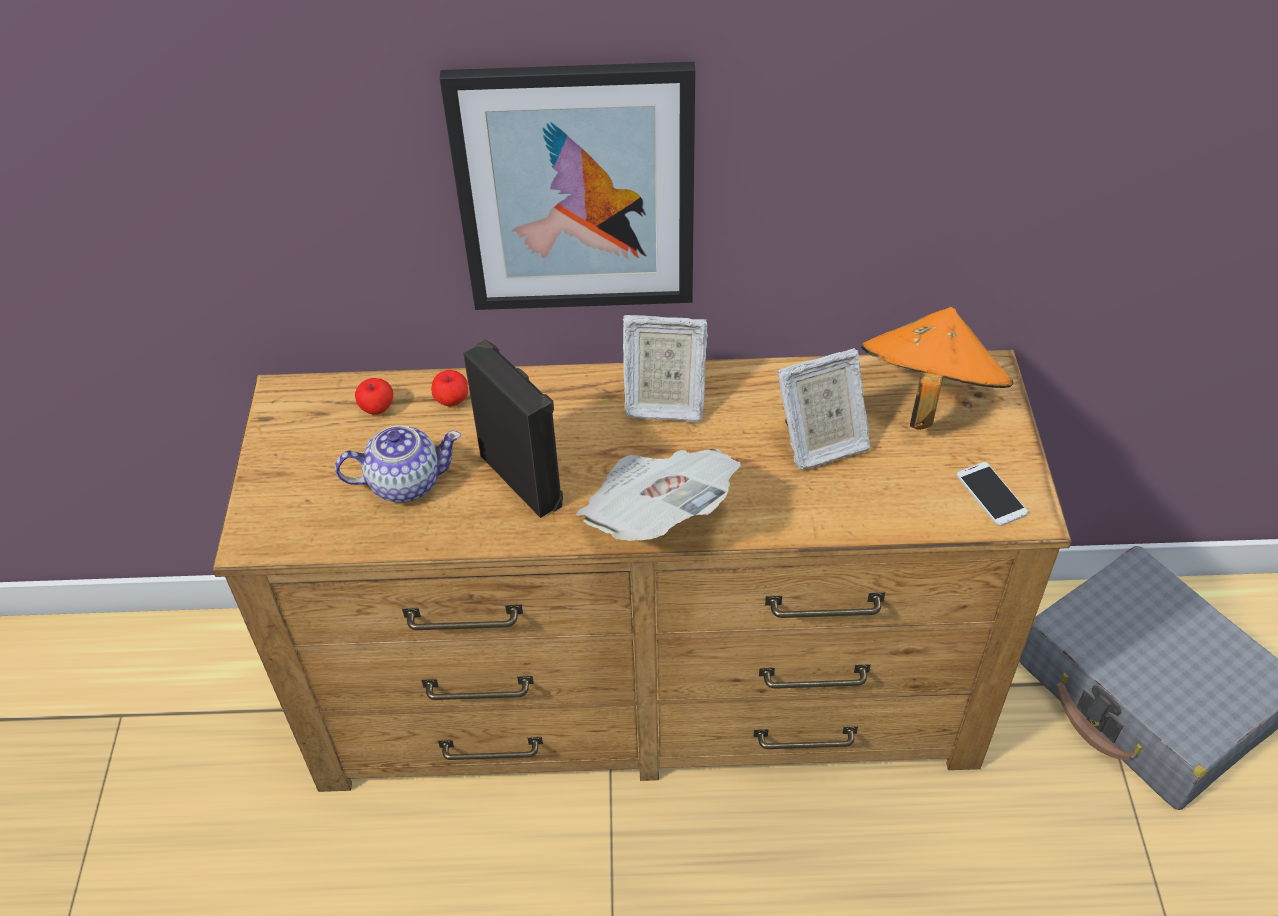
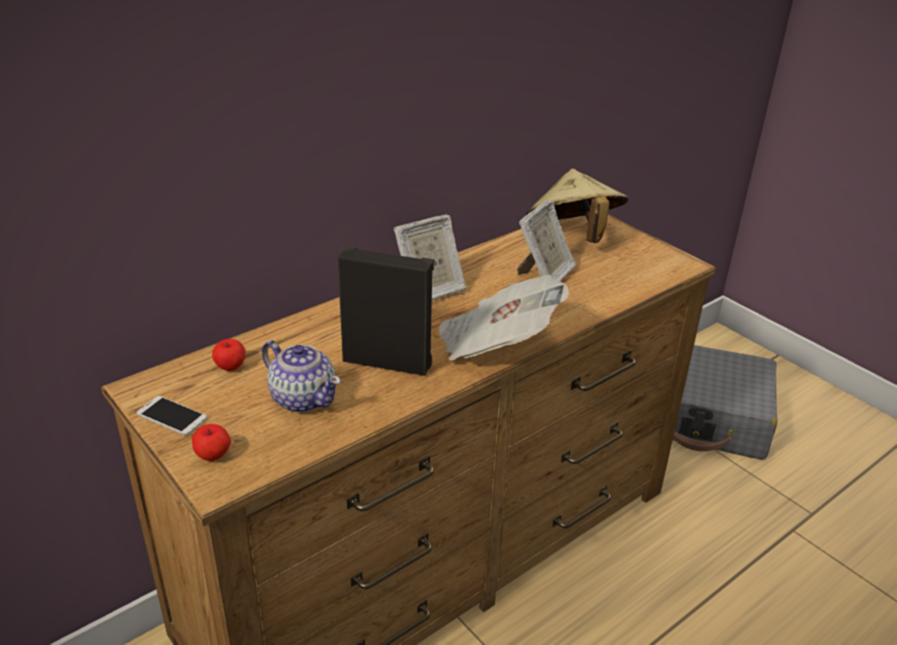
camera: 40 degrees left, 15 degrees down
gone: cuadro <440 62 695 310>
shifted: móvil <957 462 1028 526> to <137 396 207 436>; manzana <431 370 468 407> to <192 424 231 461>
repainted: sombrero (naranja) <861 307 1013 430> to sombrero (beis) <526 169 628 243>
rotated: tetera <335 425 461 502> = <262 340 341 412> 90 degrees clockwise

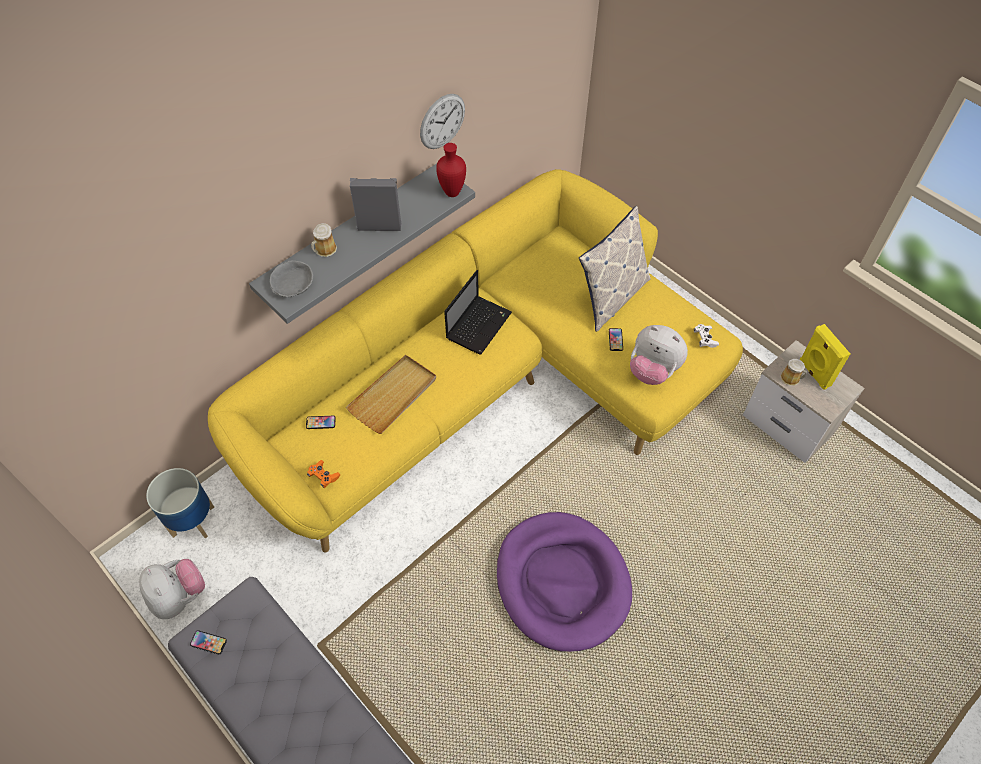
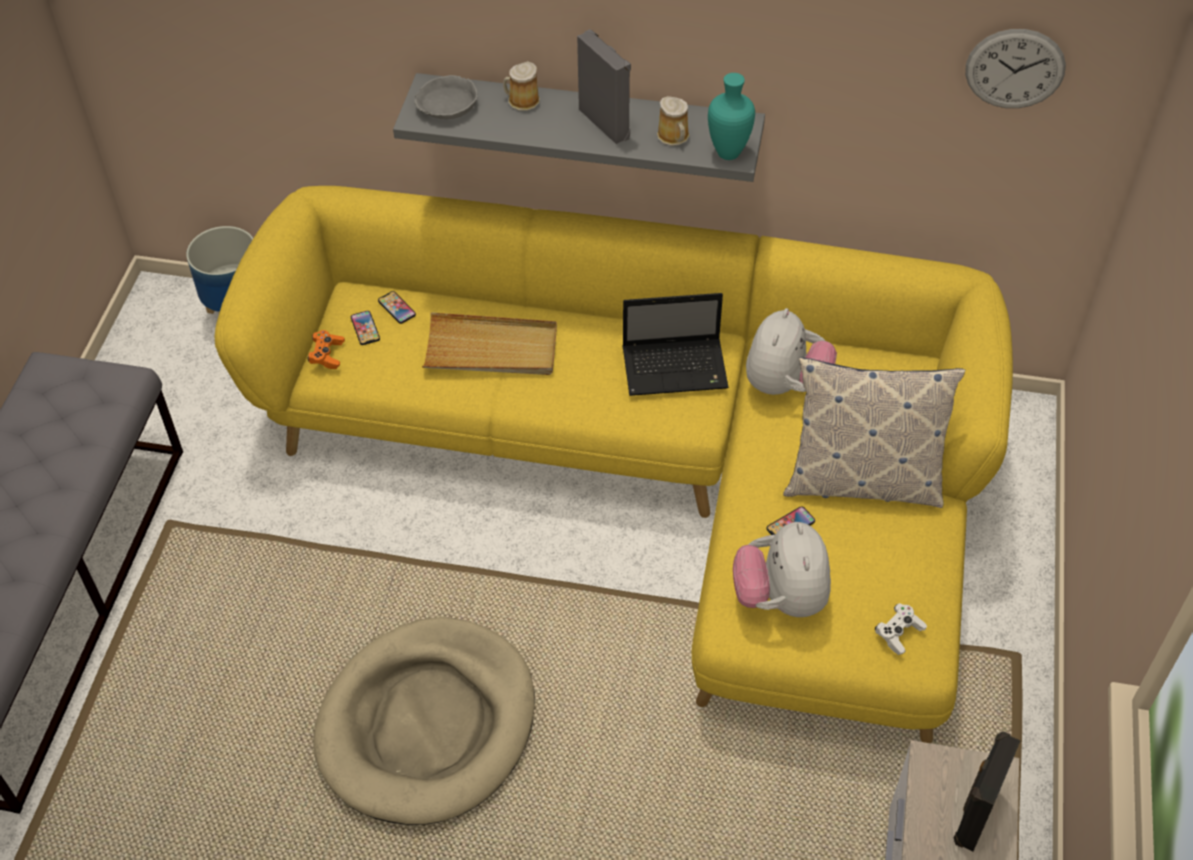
camera: 55 degrees right, 5 degrees down
shifted: móvil <190 630 227 654> to <351 311 380 345>; taza grande <780 359 807 386> to <657 96 690 146>; peluche <139 559 205 619> to <746 308 837 395>; reloj de pared <420 94 465 149> to <965 29 1066 108>
repainted: cama para perro (morado) <497 512 632 652> to cama para perro (beis) <314 617 535 825>; florero (rojo) <436 143 466 197> to florero (turquesa) <708 73 755 160>; altavoz (amarillo) <800 324 850 390> to altavoz (negro) <954 731 1021 851>

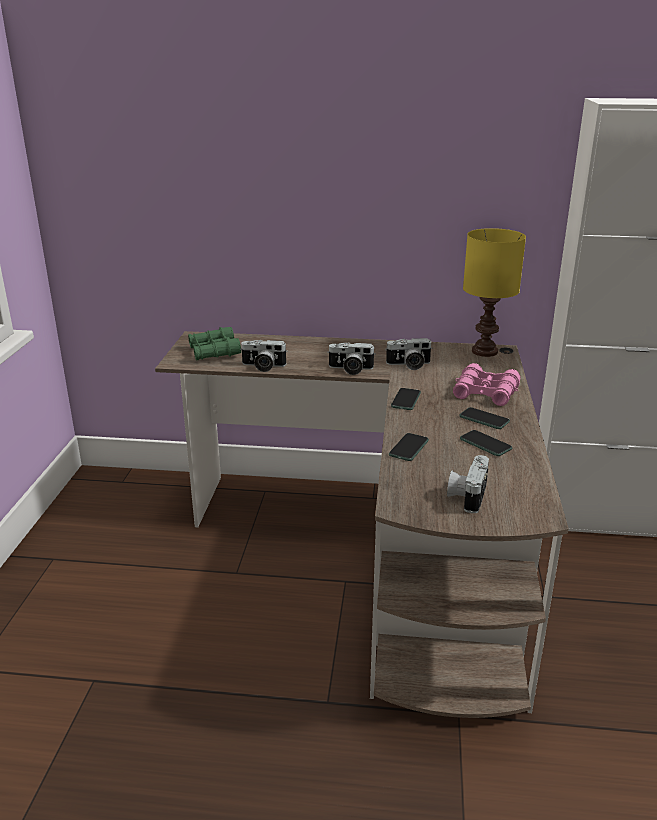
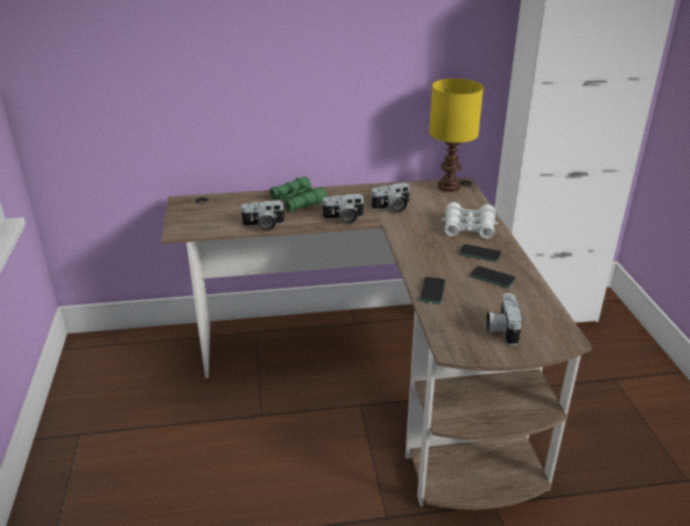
camera: 15 degrees left, 5 degrees up
gone: móvil <391 388 421 410>
shifted: prismáticos (verde) <188 327 241 361> to <270 177 327 212>
repainted: prismáticos (rosa) <453 363 521 406> to prismáticos (blanco) <442 202 498 239>

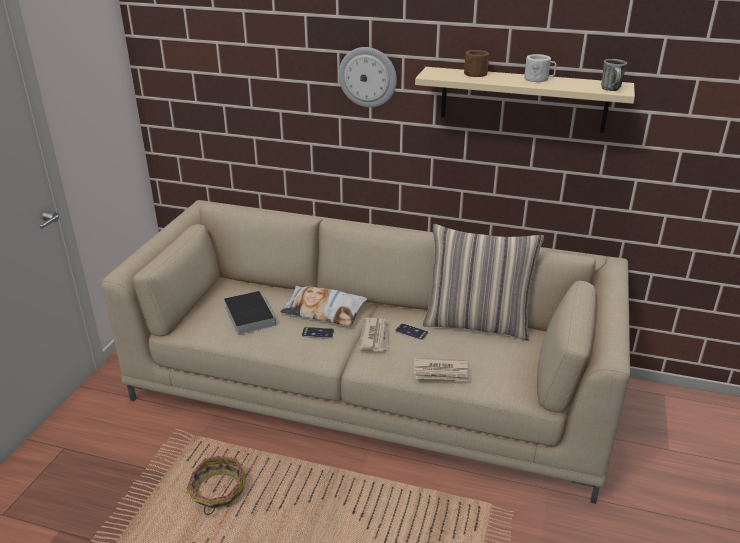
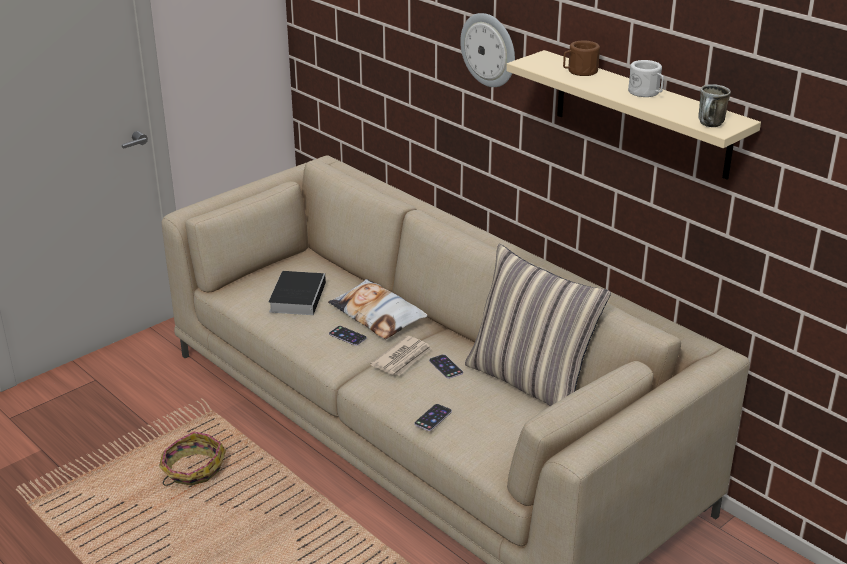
camera: 30 degrees right, 0 degrees up
swapped: periódico <414 358 471 381> to móvil <414 404 452 431>

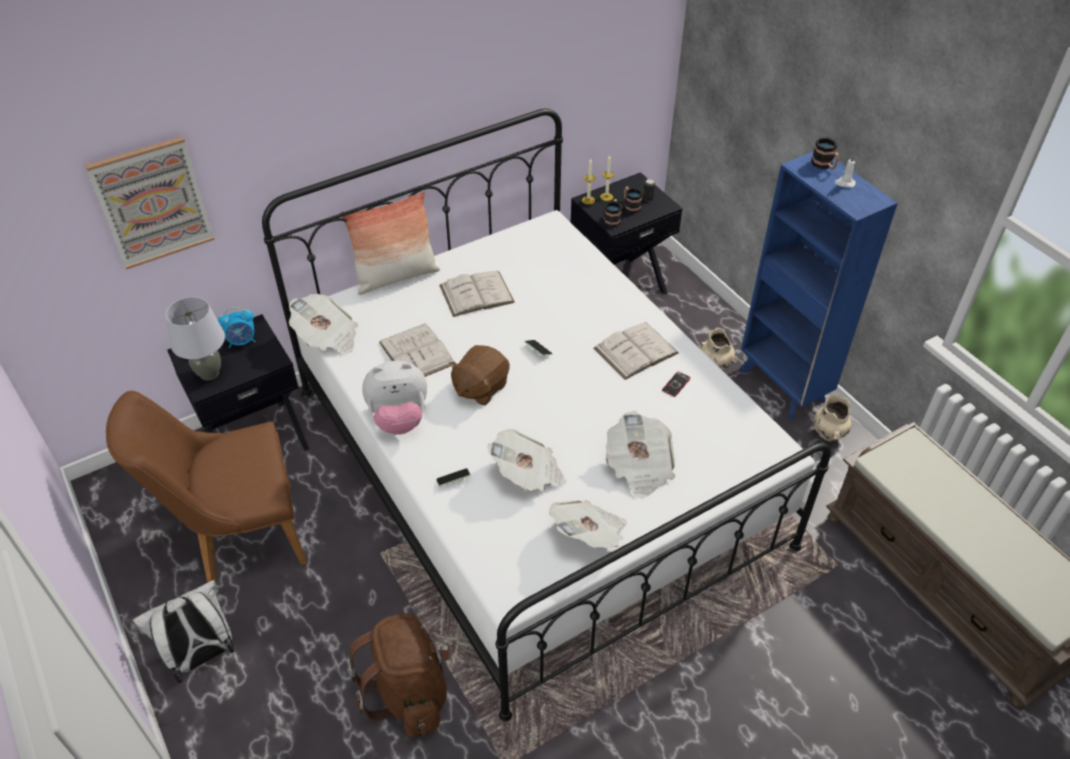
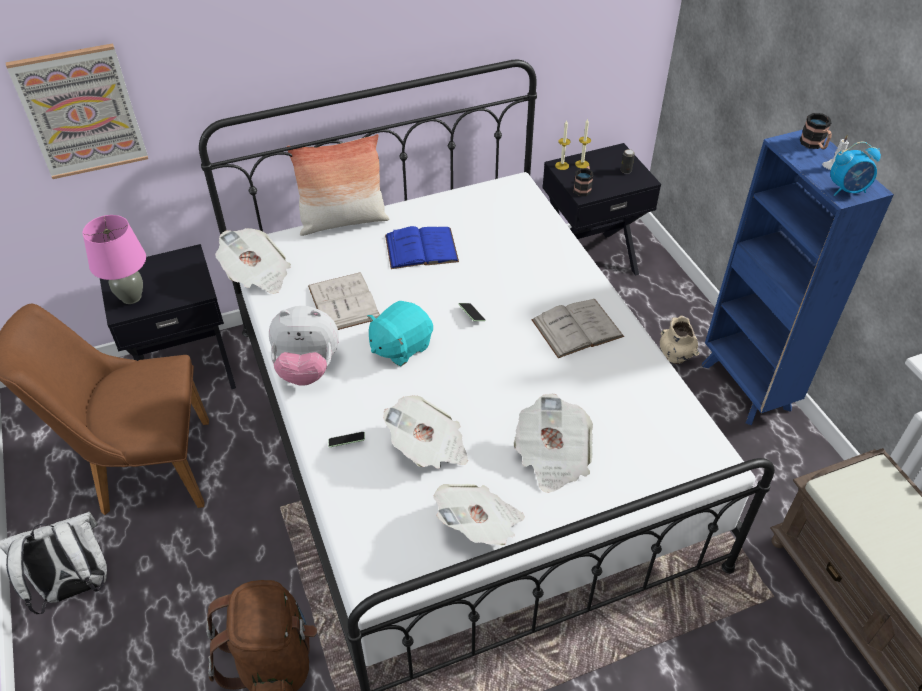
camera: 10 degrees right, 0 degrees up
gone: taza grande <624 186 643 214>; móvil <662 371 691 397>; florero (beis) <813 394 852 442>
shifted: despertador <218 307 256 348> to <830 142 881 196>
repainted: lámpara de mesa (gris) <166 297 225 380> to lámpara de mesa (rosa) <83 215 146 304>; peluche (marrón) <449 345 510 405> to peluche (turquesa) <367 301 433 366>; libro (blanco) <439 271 515 317> to libro (azul) <385 226 459 269>

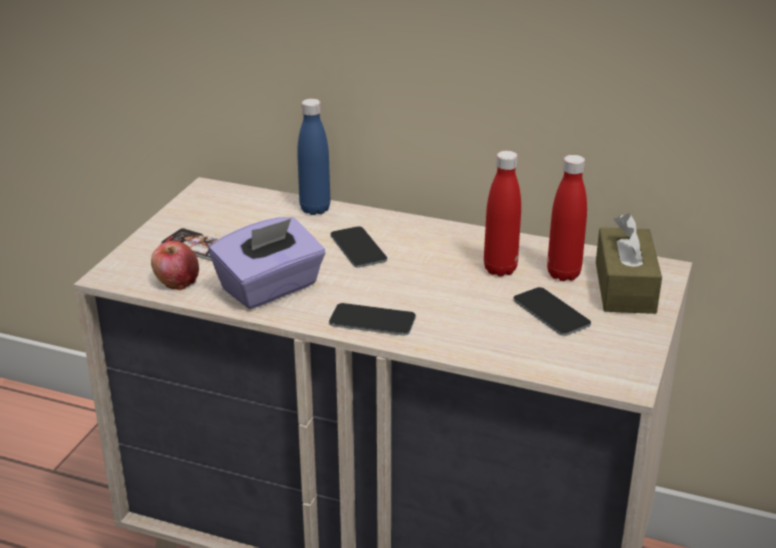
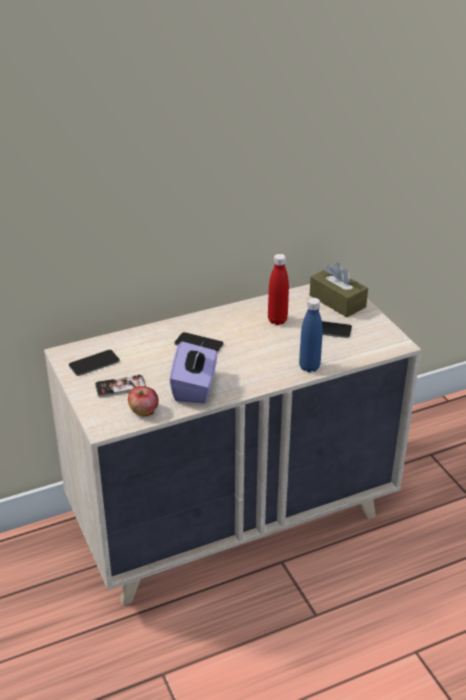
camera: 45 degrees left, 5 degrees up
gone: botella (rojo) <547 155 587 281>
shifted: móvil <329 303 416 336> to <69 350 120 376>; botella (azul) <297 99 330 215> to <299 298 323 372>

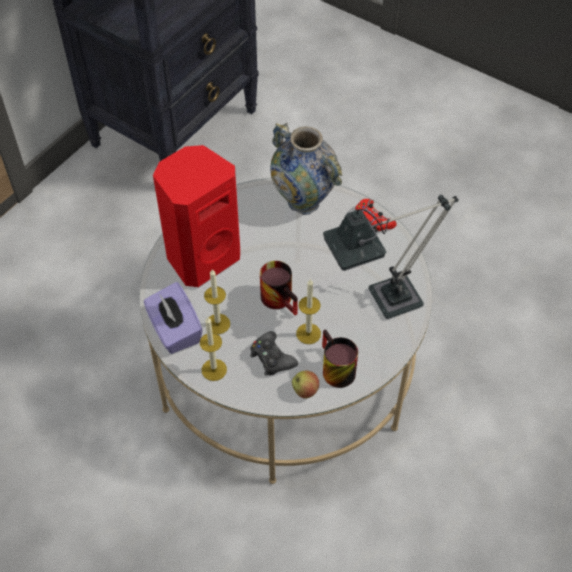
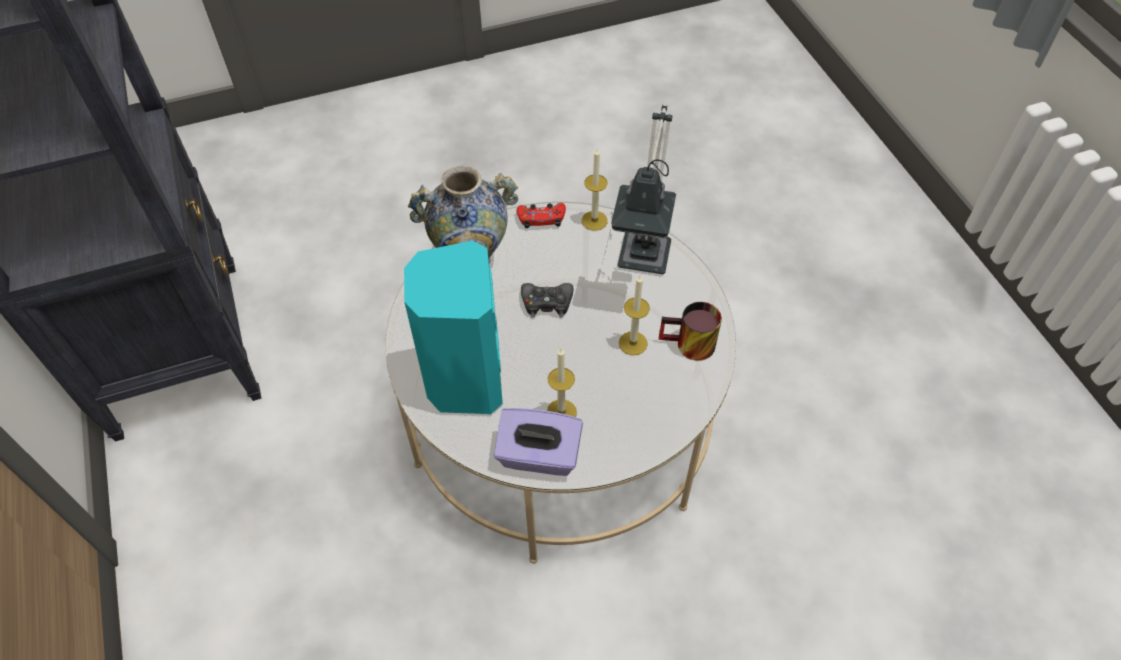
camera: 55 degrees left, 0 degrees up
gone: taza grande <260 261 298 315>; manzana <292 371 319 398>
shifted: mando de consola (negro) <250 331 298 376> to <521 283 573 318>; vela <200 317 227 381> to <582 148 608 231>
repainted: altavoz (rojo) <153 145 240 287> to altavoz (turquesa) <404 241 503 414>

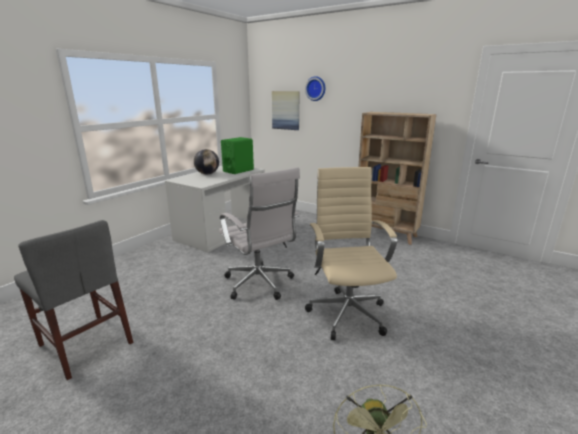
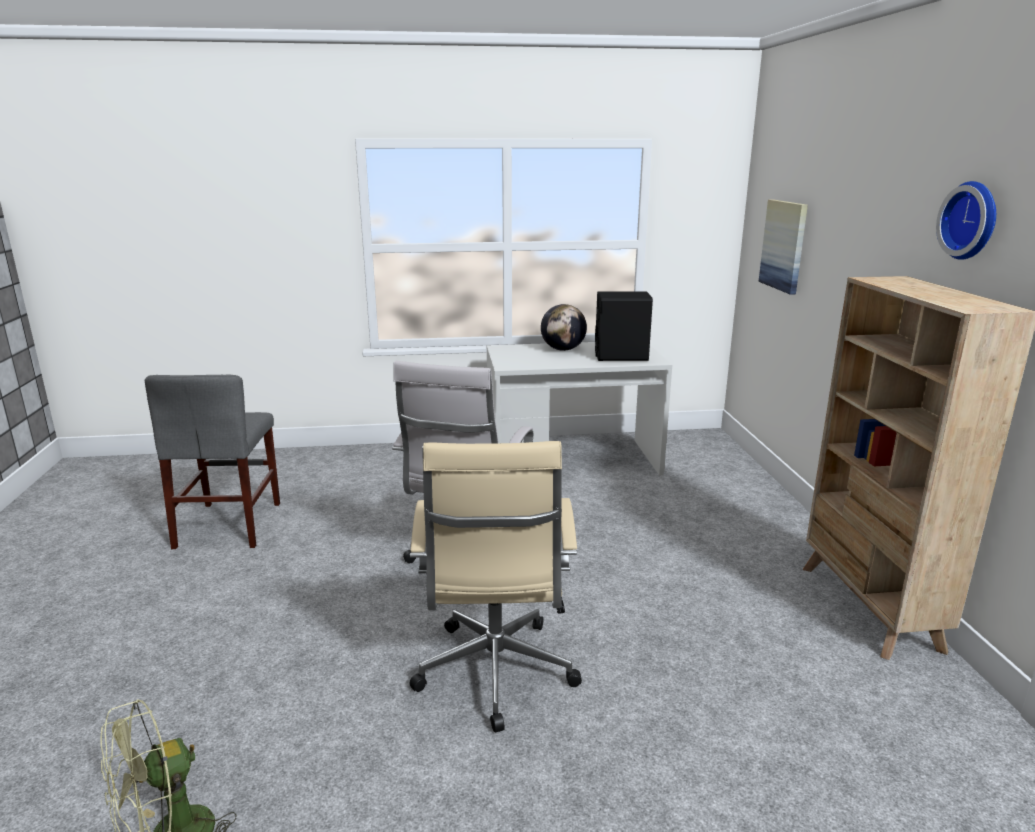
camera: 50 degrees right, 0 degrees up
shifted: reloj de pared <305 76 325 101> to <936 181 996 260>
repainted: altavoz (verde) <221 137 254 174> to altavoz (negro) <595 291 653 361>
rotated: silla de oficina (beis) <305 167 397 340> = <410 441 582 732> 135 degrees clockwise

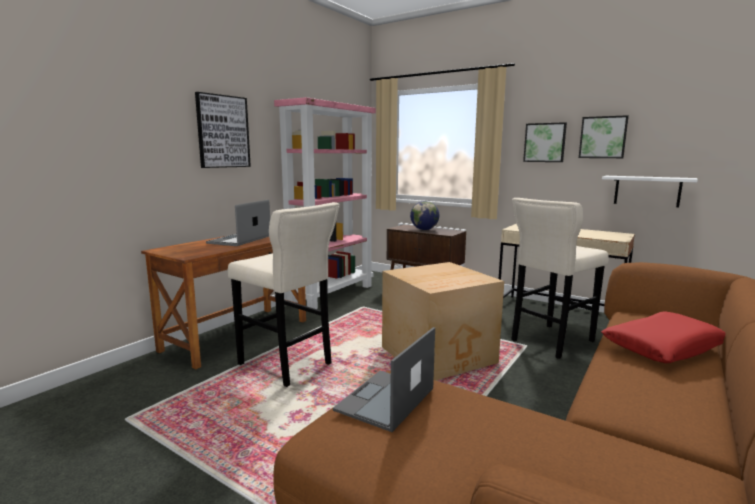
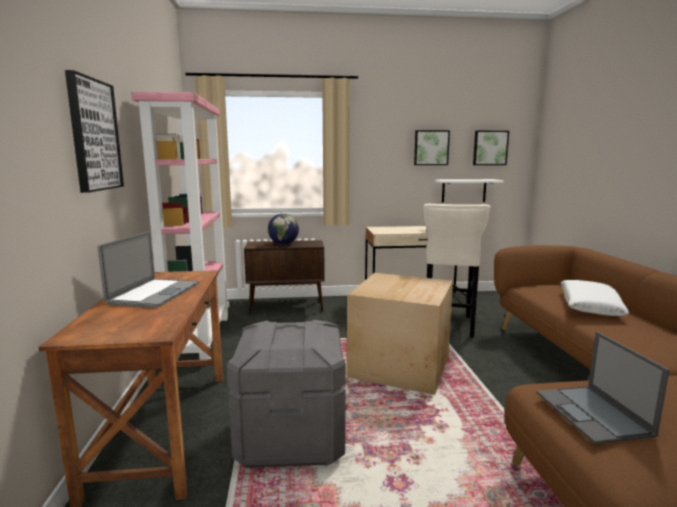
camera: 40 degrees left, 0 degrees up
shifted: cuadro <523 122 567 162> to <473 131 509 165>
swapped: taburete (beis) <228 202 340 387> to caja de almacenaje (gris) <227 320 346 469>
repainted: cojín (rojo) <601 311 726 363> to cojín (blanco) <561 280 629 316>
rotated: portátil <206 200 270 246> = <98 231 200 308> 150 degrees counterclockwise

